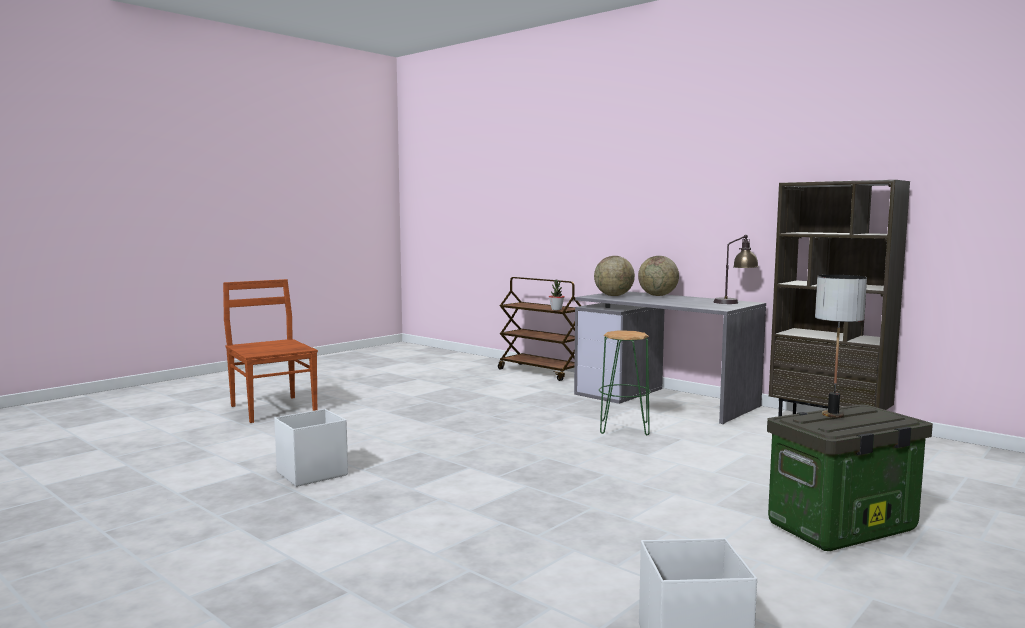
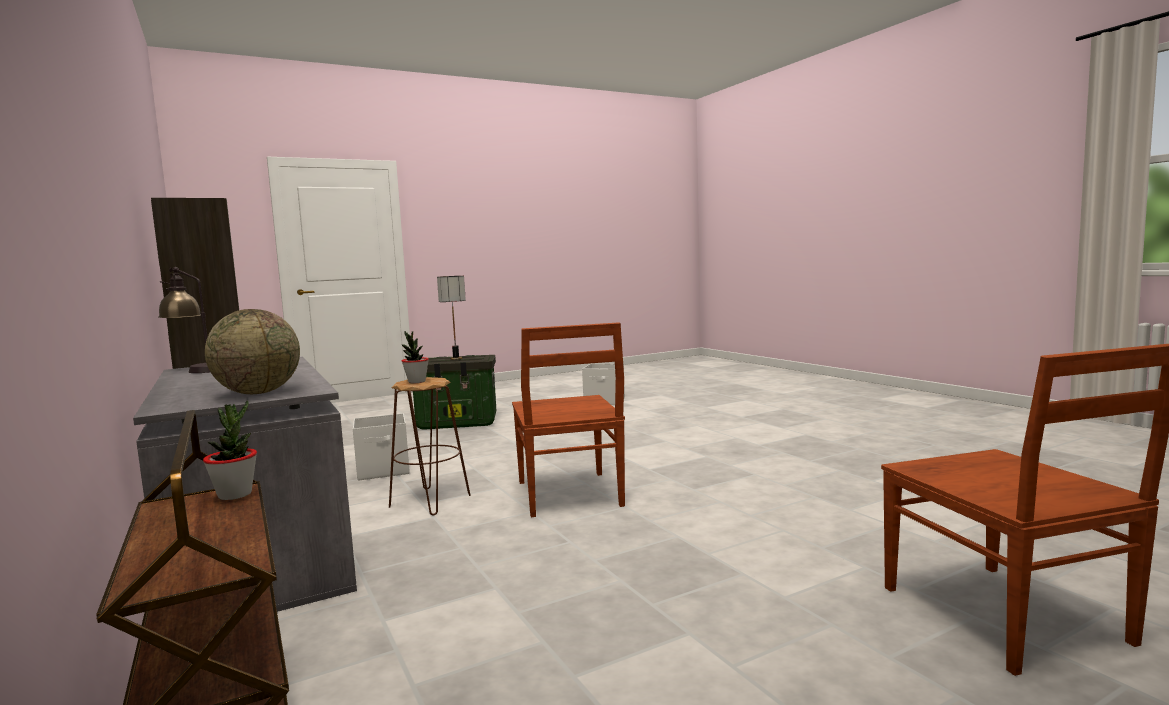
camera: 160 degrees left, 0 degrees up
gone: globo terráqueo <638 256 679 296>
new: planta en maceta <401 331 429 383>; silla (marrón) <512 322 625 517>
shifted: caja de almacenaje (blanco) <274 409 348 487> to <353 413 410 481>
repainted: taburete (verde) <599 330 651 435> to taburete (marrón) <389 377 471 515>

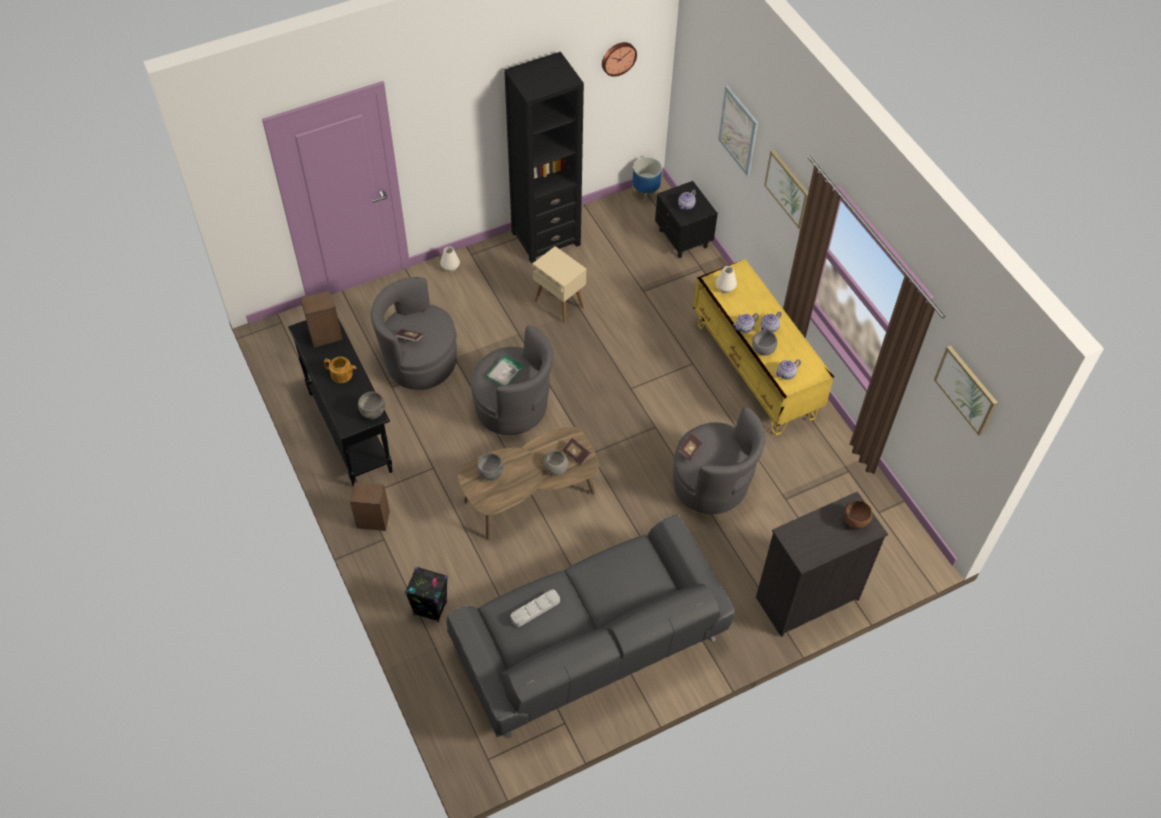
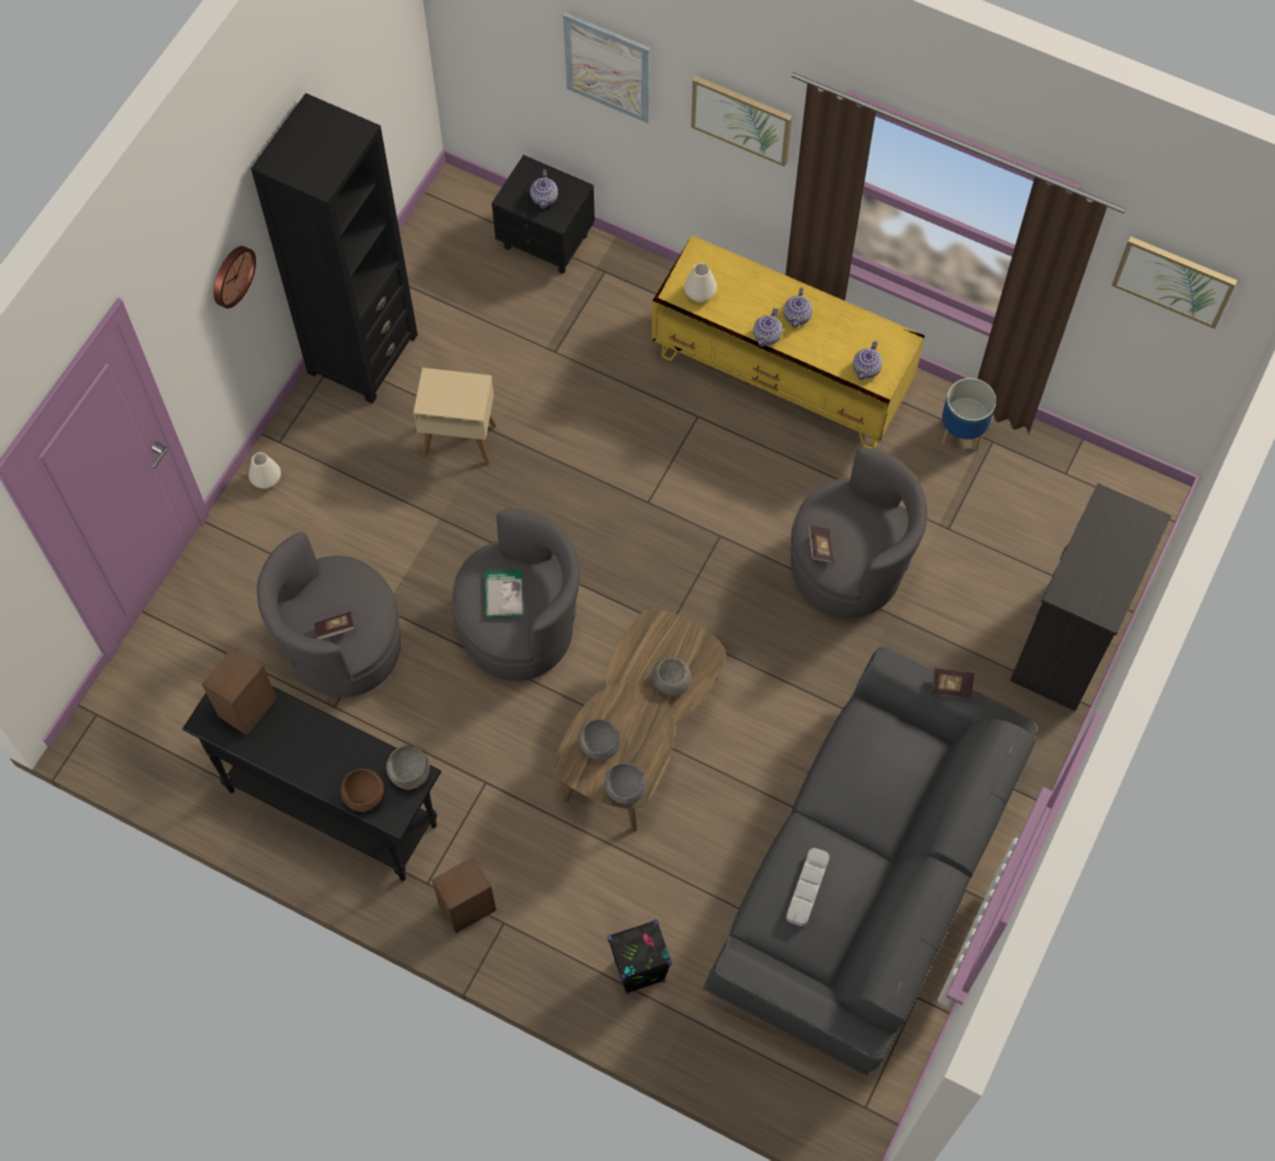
camera: 35 degrees left, 10 degrees up
gone: tetera <324 357 356 383>
shifted: reloj de pared <602 42 637 77> to <214 246 256 308>; cuenco (marrón) <843 500 873 529> to <340 769 384 812>; cuenco (gris) <752 330 777 356> to <605 763 646 804>; libro <562 438 590 465> to <932 668 975 698>; maceta <632 157 662 205> to <942 378 996 451>

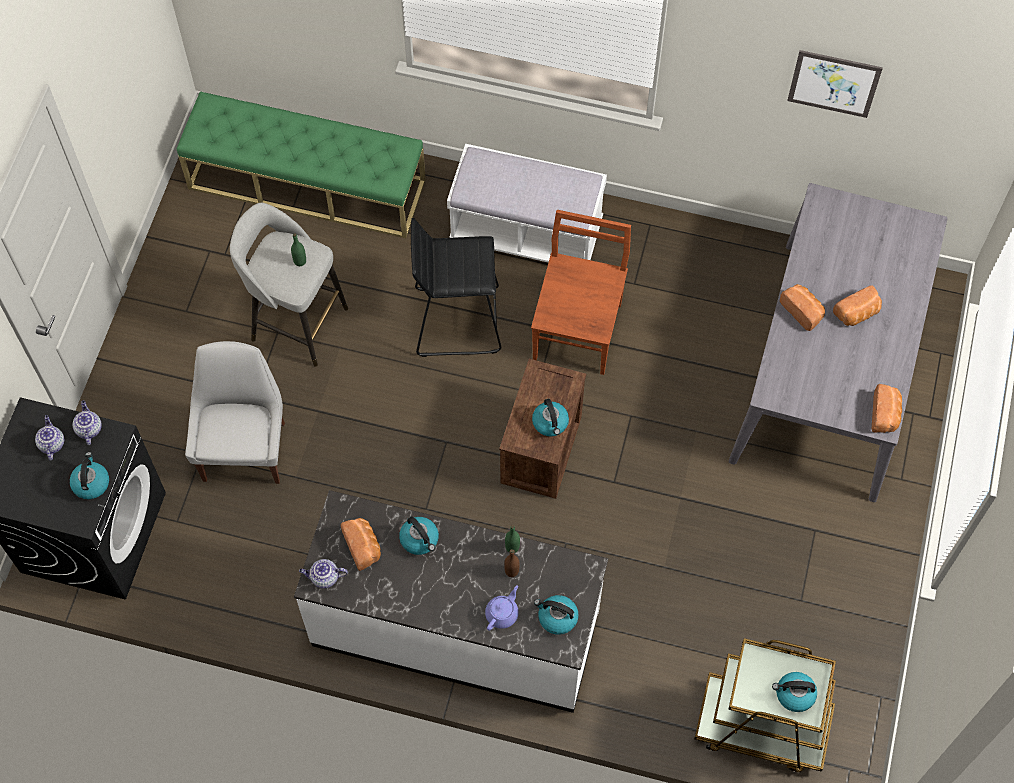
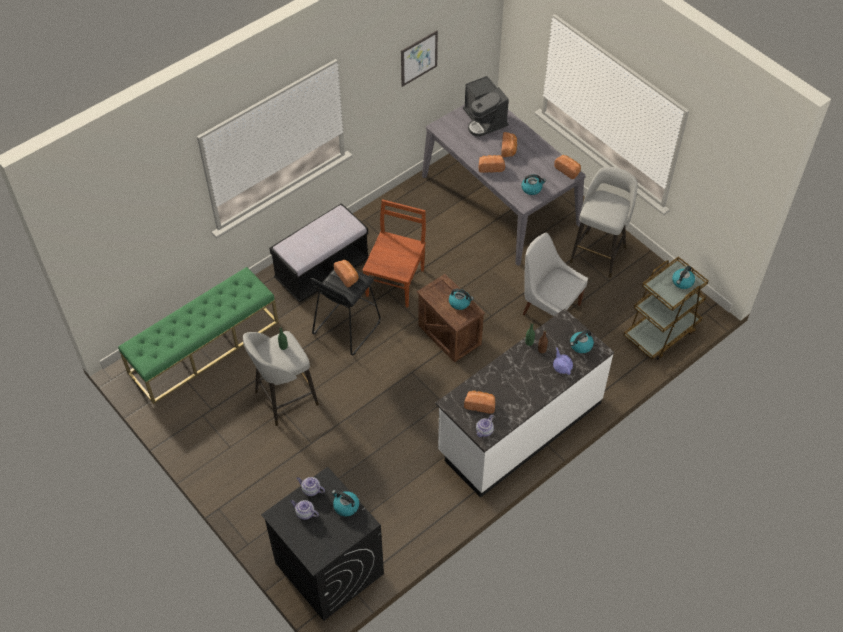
camera: 55 degrees left, 10 degrees down
new: pan <334 260 359 287>; cafetera <463 76 509 137>; taburete (gris) <570 167 638 278>
shifted: hervidor <399 516 439 555> to <521 174 546 195>; silla (blanco) <185 341 285 484> to <523 233 588 316>
repainted: banco (blanco) <447 144 607 263> to banco (negro) <269 203 369 303>
rotated: silla (marrón) <531 210 631 375> = <362 199 426 308> 60 degrees clockwise

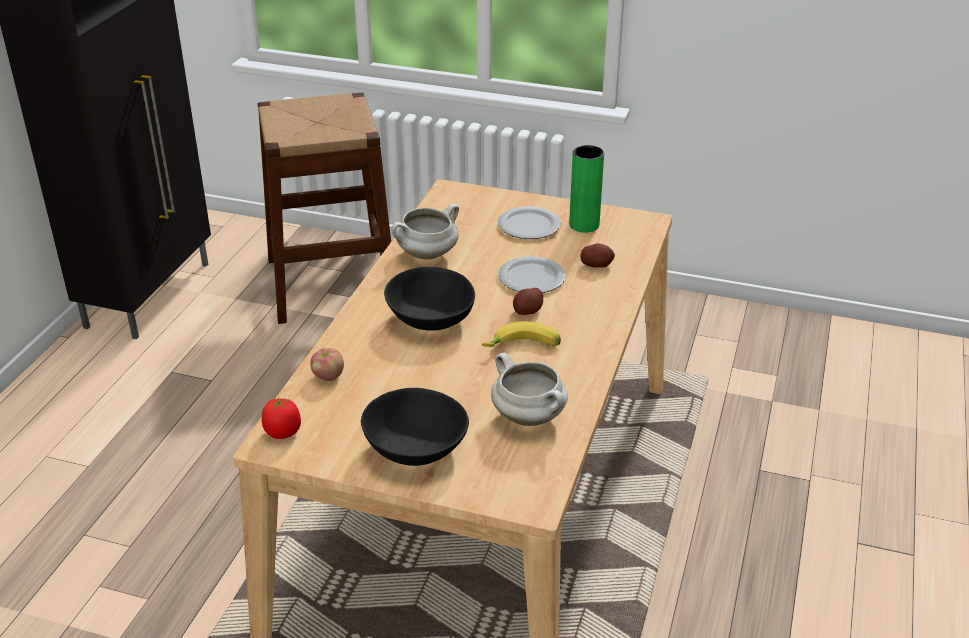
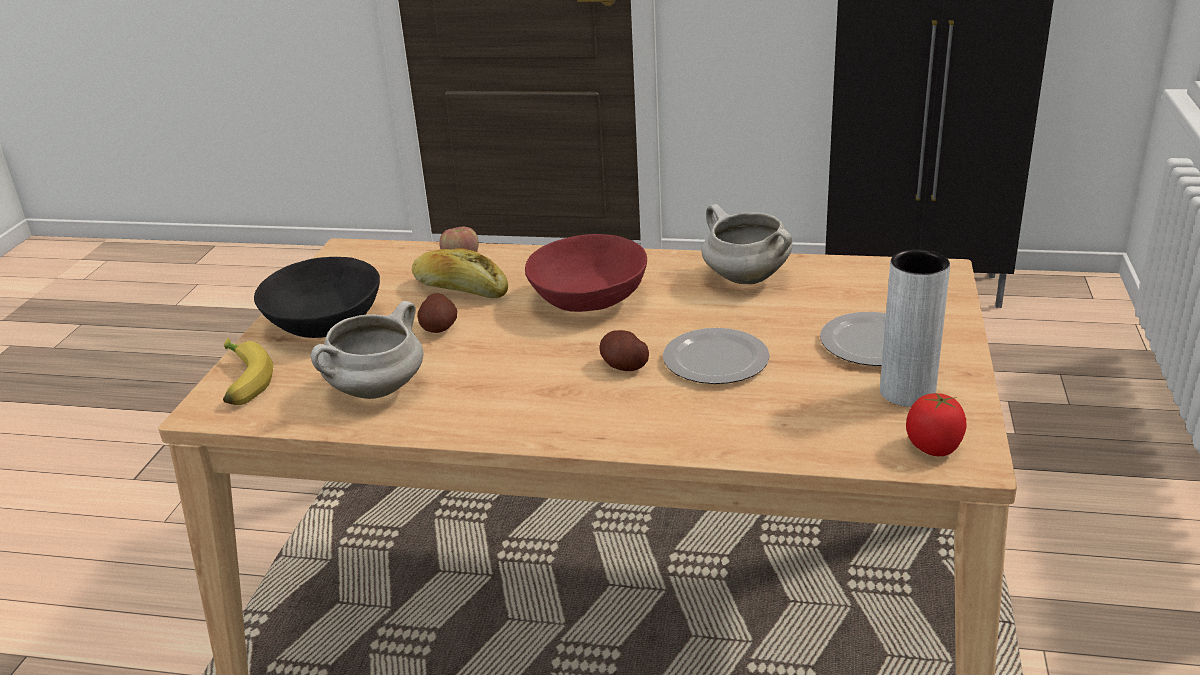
camera: 85 degrees right, 5 degrees down
gone: taburete (marrón) <258 93 391 324>
new: pan <412 248 508 298>
shifted: plátano <482 321 561 347> to <223 338 273 405>; patata <580 243 615 267> to <417 293 457 333>; tomate <262 397 301 439> to <906 393 966 456>
repainted: cuenco (negro) <384 267 475 331> to cuenco (rojo) <525 234 647 312>; florero (verde) <569 145 604 233> to florero (gris) <880 249 950 407>

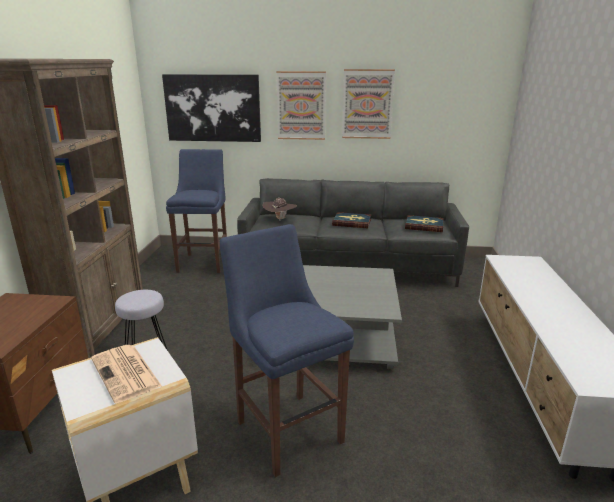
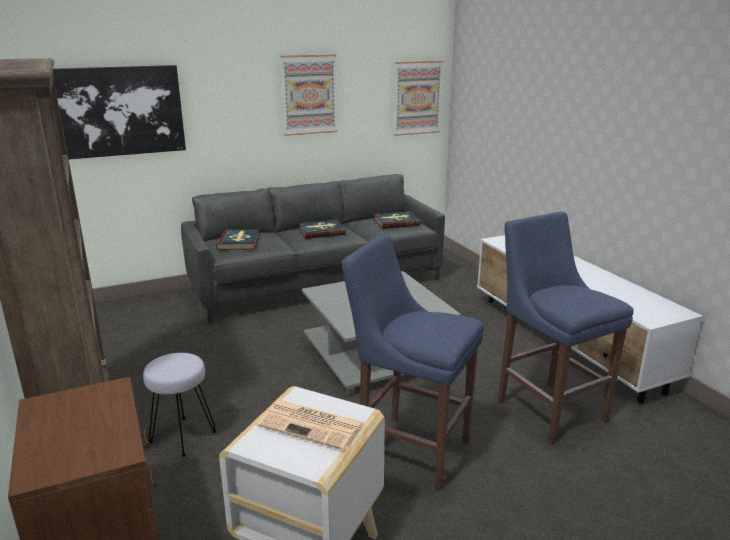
camera: 30 degrees left, 0 degrees up
shifted: cuadro <276 71 326 140> to <394 61 443 136>; taburete (azul) <166 149 227 273> to <498 211 634 445>
swapped: sombrero (marrón) <262 198 297 220> to libro <216 229 259 250>

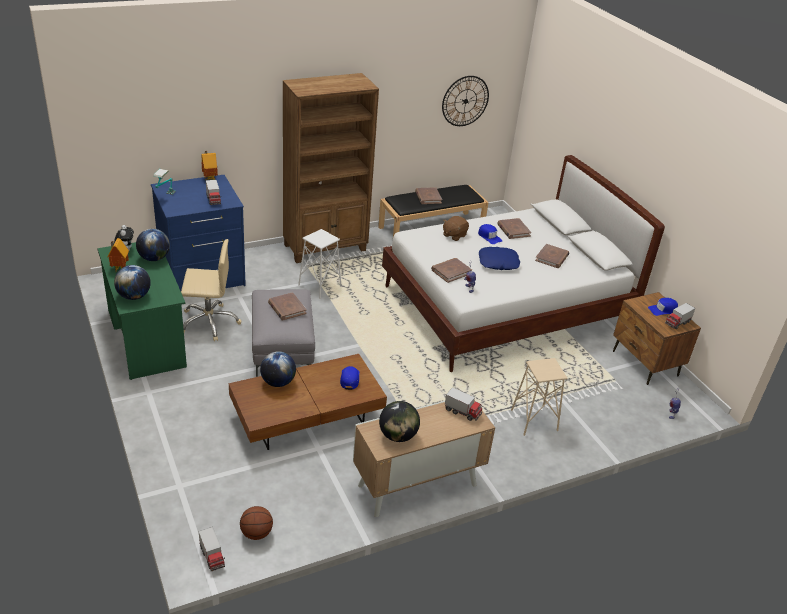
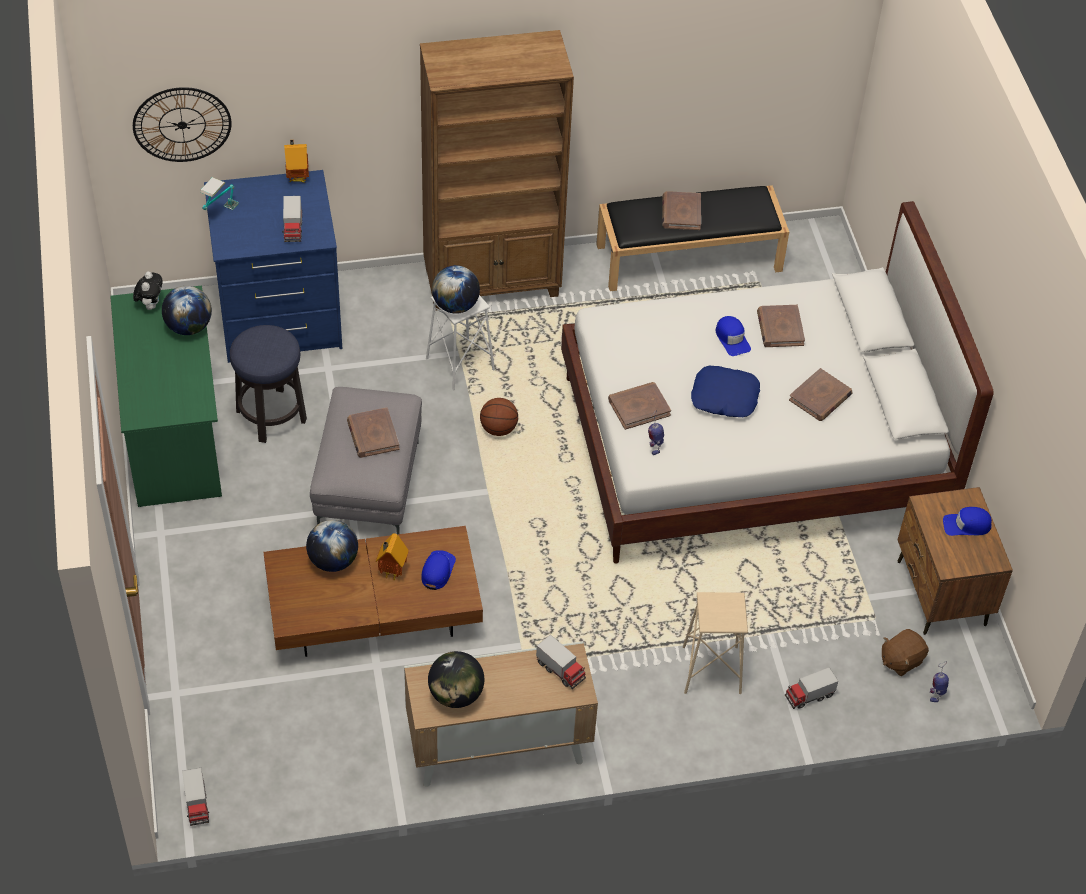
camera: 15 degrees right, 15 degrees up
shifted: reloj de pared <442 76 489 126> to <133 87 232 162>; casita <108 238 129 271> to <376 533 409 580>; globo terráqueo <114 265 151 300> to <432 265 480 314>; balón de baloncesto <240 506 273 540> to <480 398 518 436>; camión de juguete <665 303 695 329> to <785 667 838 709>; peluche (marrón) <443 216 469 241> to <882 629 929 676>
swapped: silla de oficina (beis) <181 239 241 341> to taburete <230 325 307 443>

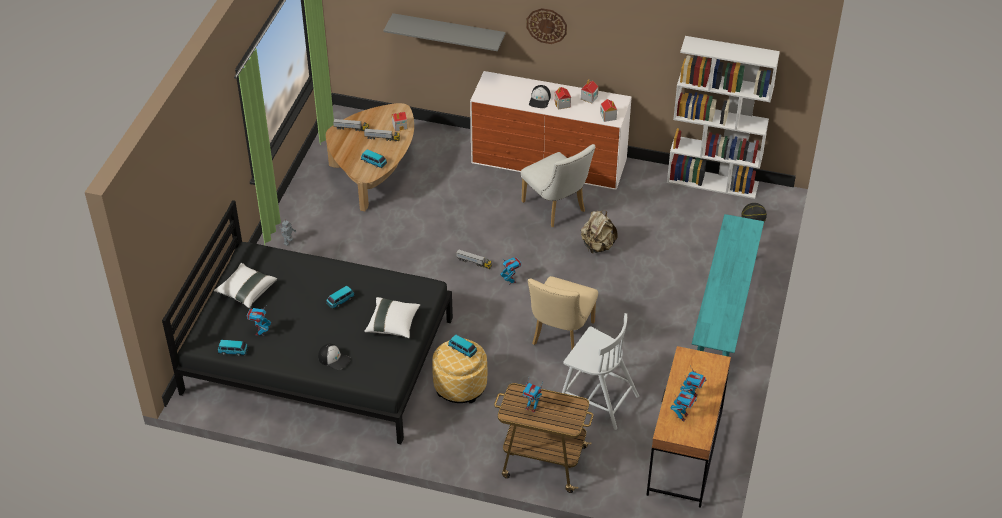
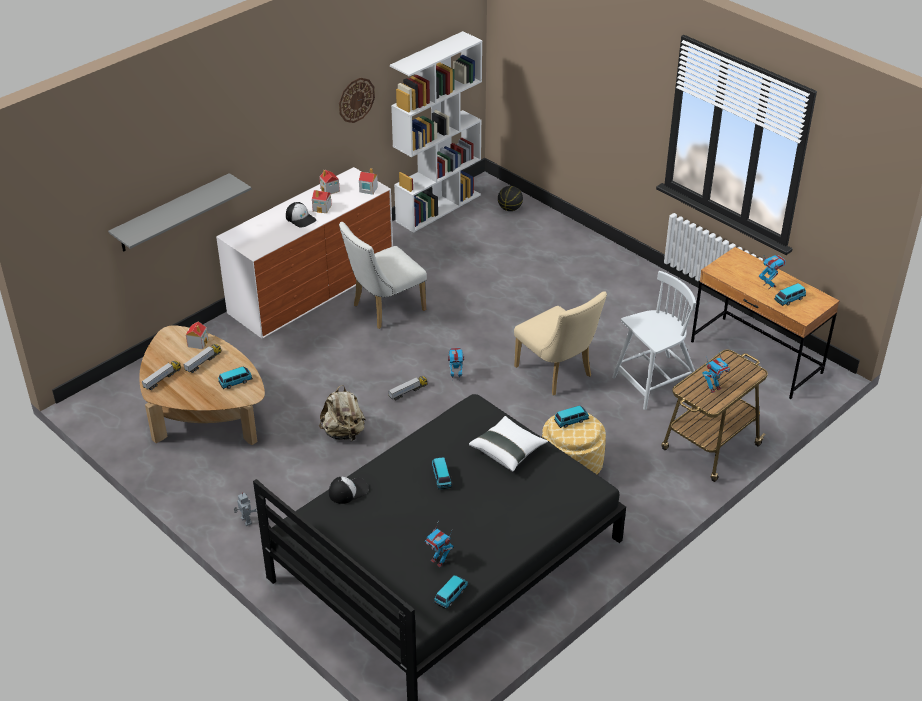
camera: 60 degrees left, 5 degrees down
gone: cojín (blanco) <214 263 277 308>; banco (turquesa) <692 214 764 357>
shifted: mochila (beis) <581 210 618 253> to <319 385 366 441>; gorra <318 343 351 370> to <329 477 369 504>; reloj de pared <526 8 567 44> to <339 78 375 123>
swapped: robot de juguete <671 385 697 421> to coche de juguete <774 283 806 306>
rotated: silla (blanco) <521 144 596 227> = <339 222 427 329> 150 degrees clockwise

